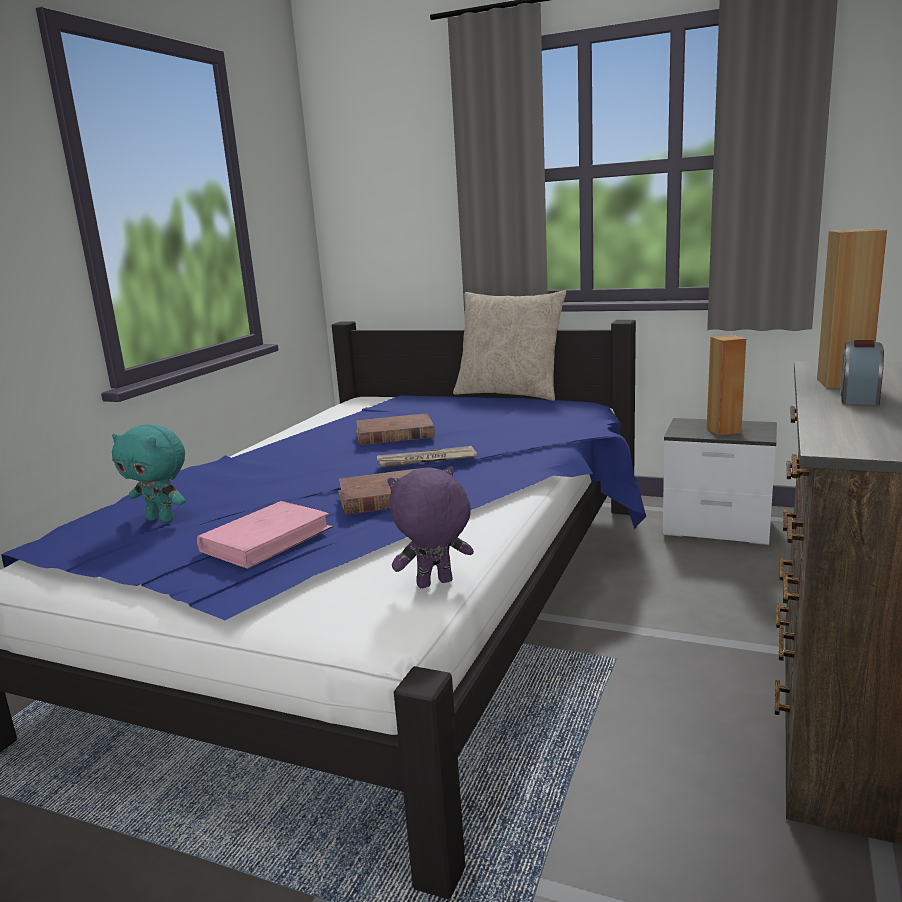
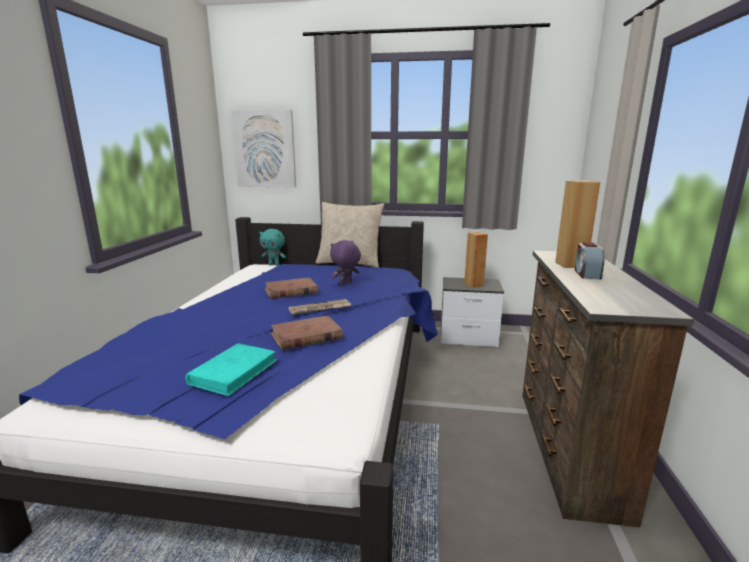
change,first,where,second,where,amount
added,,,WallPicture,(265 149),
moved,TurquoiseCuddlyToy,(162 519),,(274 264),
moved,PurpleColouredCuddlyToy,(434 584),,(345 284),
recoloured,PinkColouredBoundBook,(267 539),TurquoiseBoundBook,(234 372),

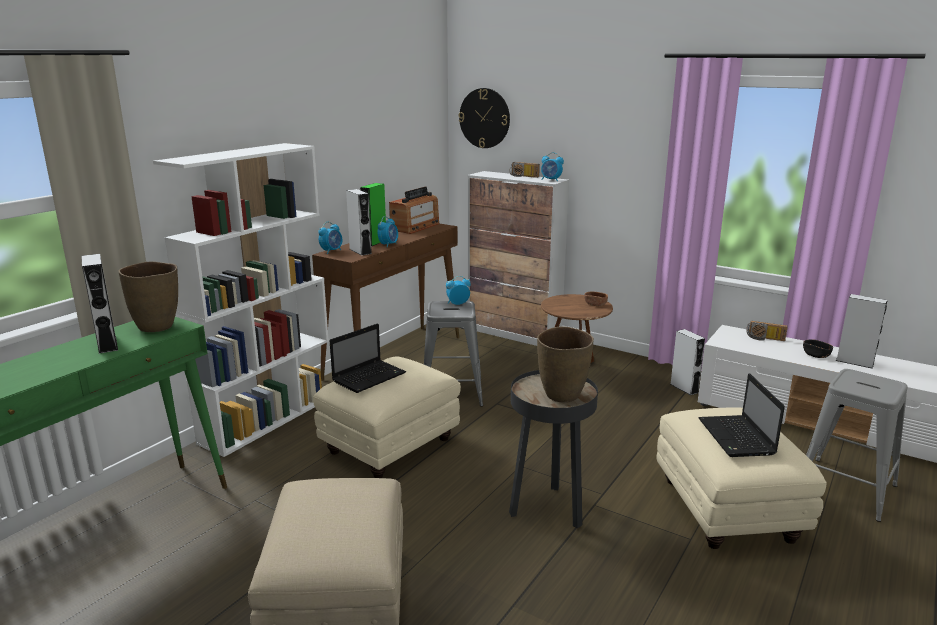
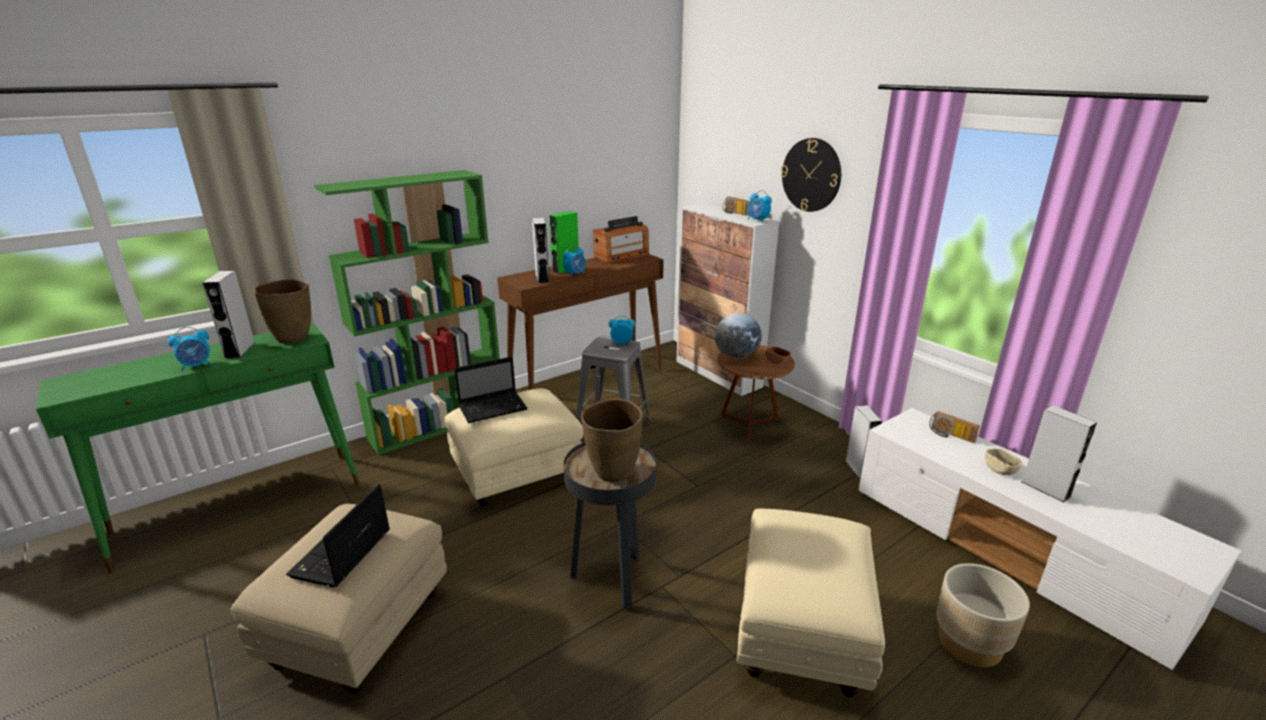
change,first,where,second,where,amount
added,,,DeskGlobe,(736 356),
moved,AlarmClock,(331 251),,(197 366),
moved,ClockOnTheWall,(484 118),,(811 175),
moved,Laptop,(737 438),,(341 555),
replaced,GrayStoolSeat,(845 488),BeigePlantPot,(970 643),
recoloured,WhitishBookshelf,(269 418),GreenBookshelf,(438 424),
recoloured,BlackServingBowl,(816 355),BeigeServingBowl,(1000 469),

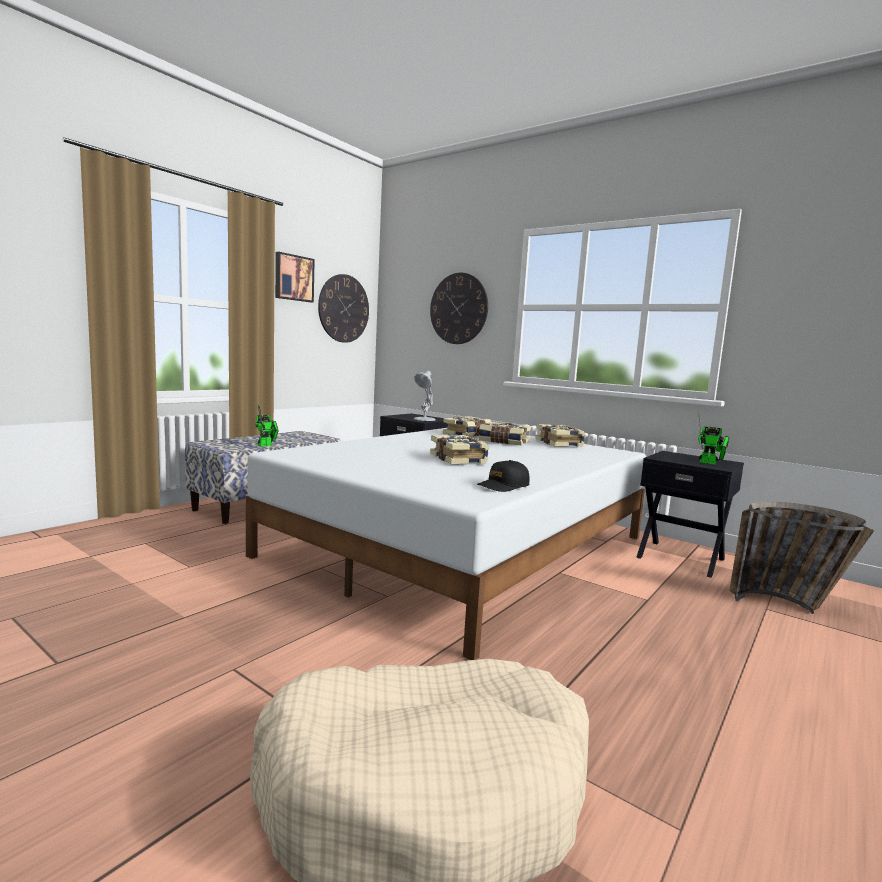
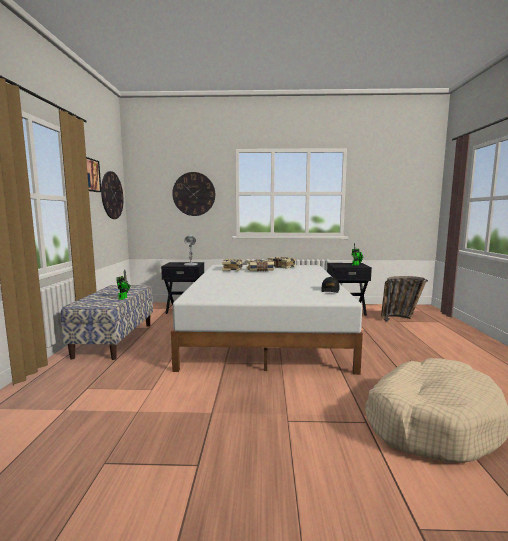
change,first,where,second,where,amount
removed,BoundBook,(459 459),,,

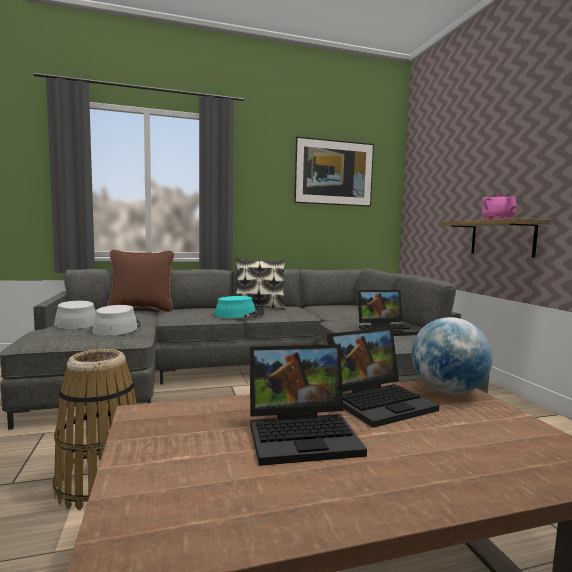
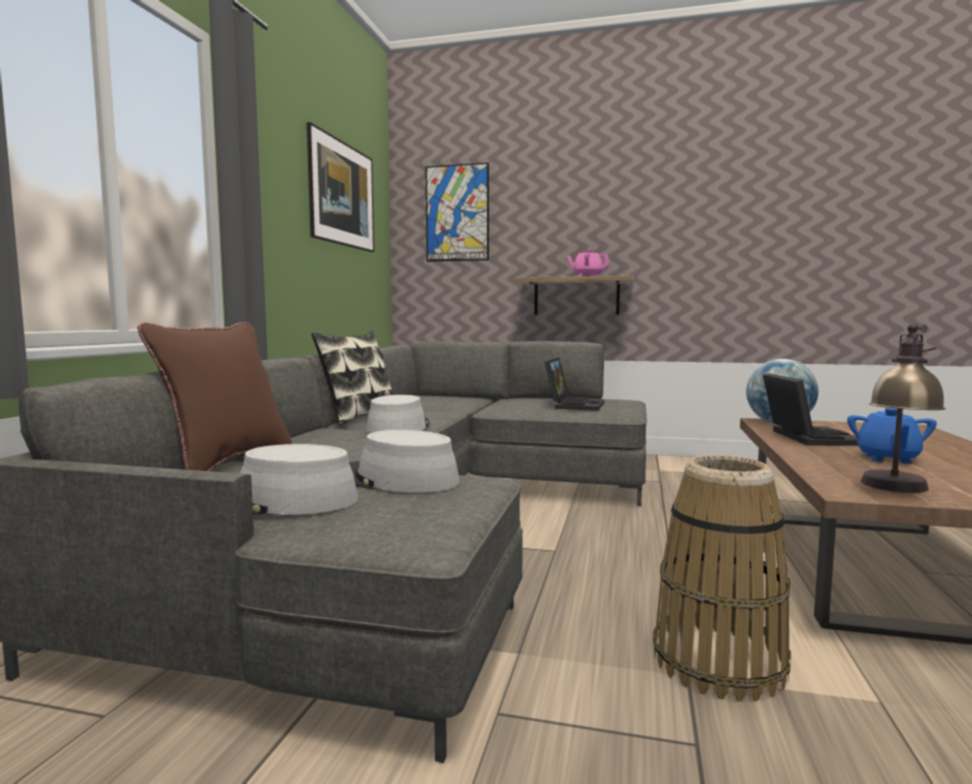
change,first,where,second,where,amount
added,,,WallPicture,(457 213),
added,,,TabletopLamp,(896 490),
replaced,Laptop,(304 434),BlueColouredTeapot,(887 458),
recoloured,TurquoiseClothingHat,(239 314),GrayClothingHat,(398 427),

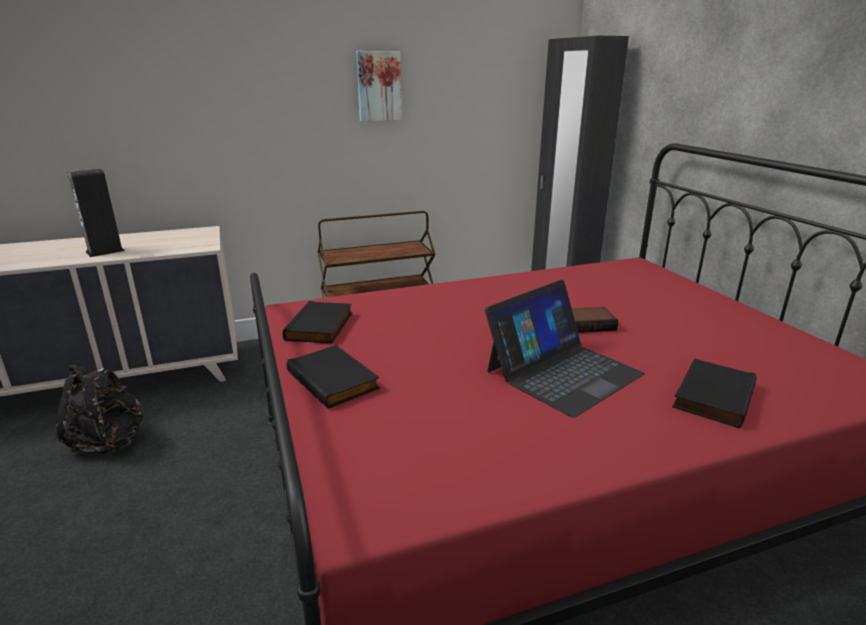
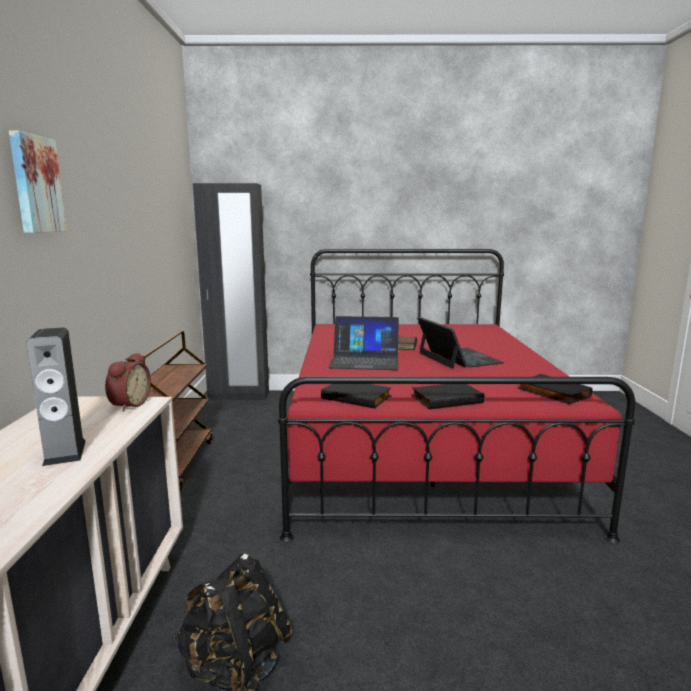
change,first,where,second,where,amount
added,,,AlarmClock,(128 404),
added,,,Laptop,(364 360),
moved,WallPicture,(378 86),,(35 184),
moved,BlackBoundBook,(711 395),,(552 392),

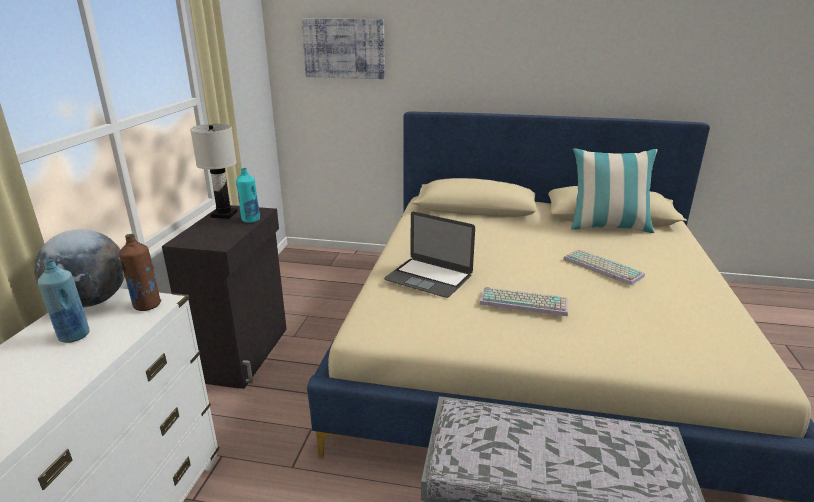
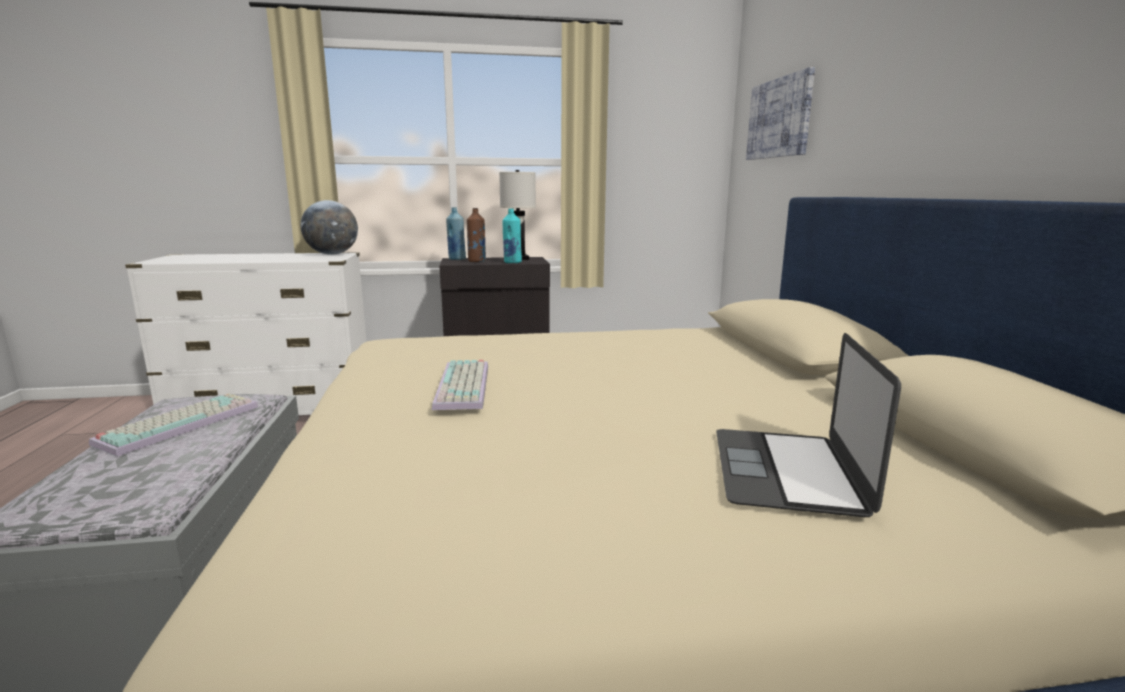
change,first,where,second,where,amount
removed,Pillow,(608 227),,,
moved,BlueColouredBottle,(73 336),,(457 259),
moved,BrownColouredBottle,(147 305),,(477 261),
moved,Laptop,(428 277),,(787 470),
moved,ComputerKeyboard,(600 267),,(181 423),

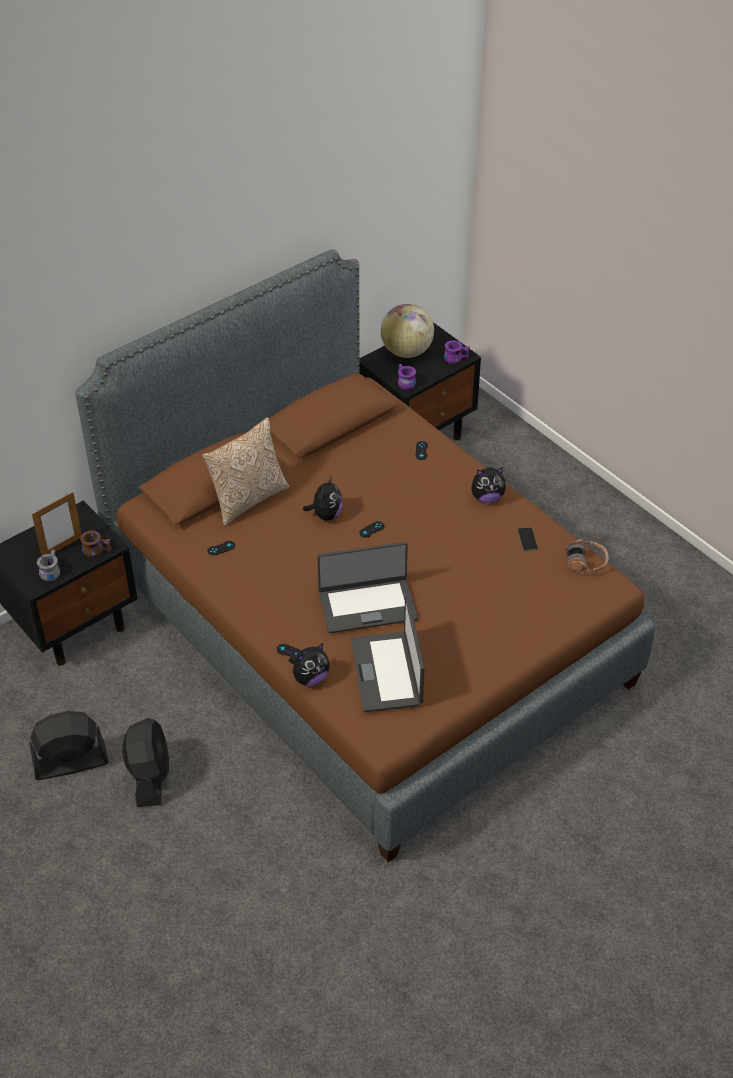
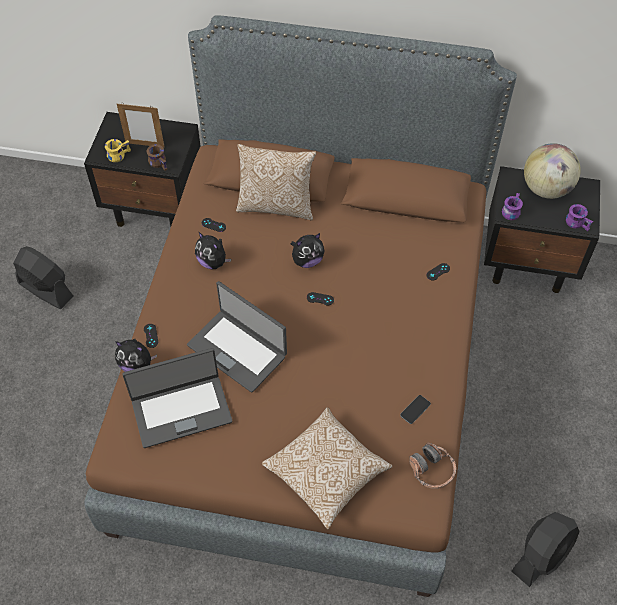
change,first,where,second,where,amount
added,,,Pillow,(326 473),
moved,BlackFan,(149 776),,(541 554),
moved,CuddlyToy,(487 497),,(213 262),
recoloured,GrayCoffeeMug,(49 571),YellowishCoffeeMug,(118 154),
turned,Laptop,(387 672),,(181 410),150 degrees counterclockwise

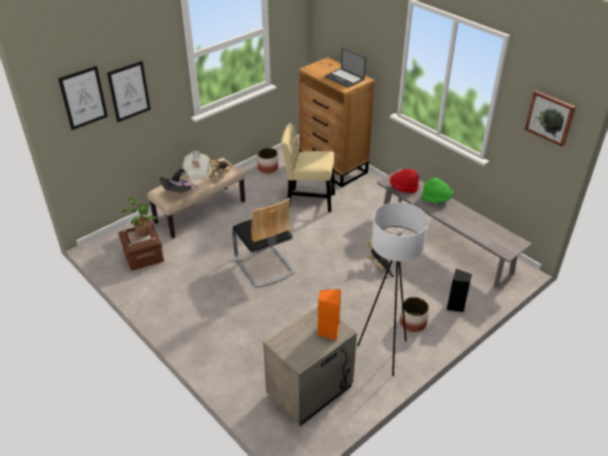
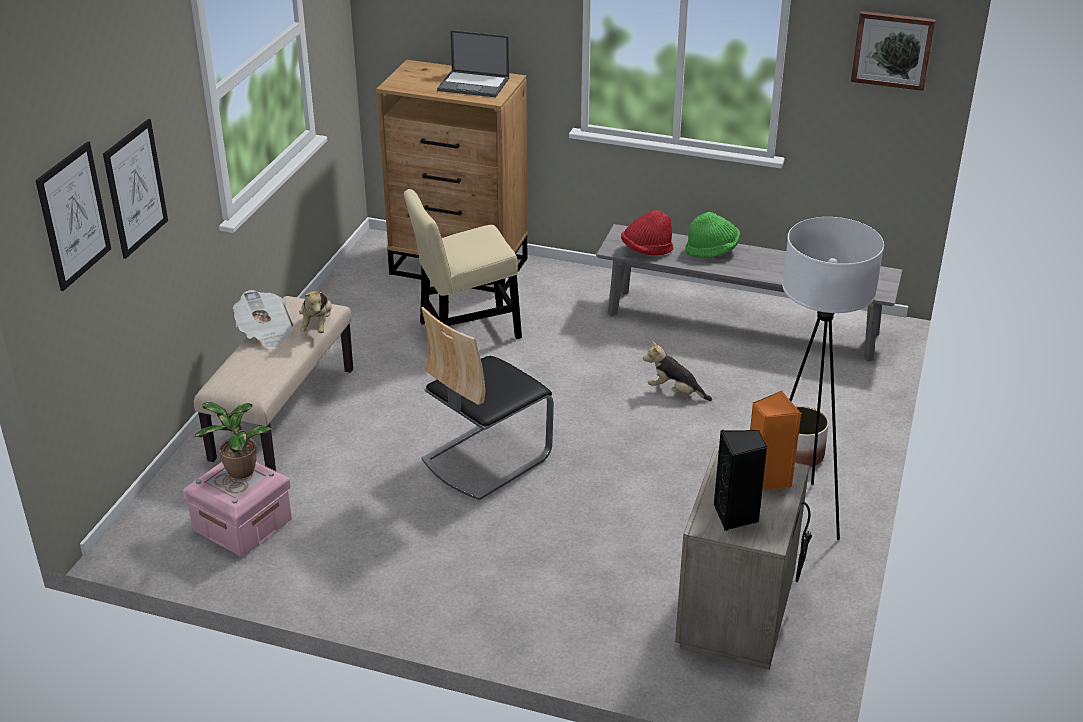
change,first,where,second,where,amount
removed,BlackClothingHat,(178 193),,,
removed,PlantPot,(268 168),,,
moved,BlackAudioSpeaker,(456 306),,(736 516),
recoloured,BrownColouredStorageBox,(143 256),PinkColouredStorageBox,(242 524),
turned,UprightChair,(264 265),,(485 458),105 degrees clockwise

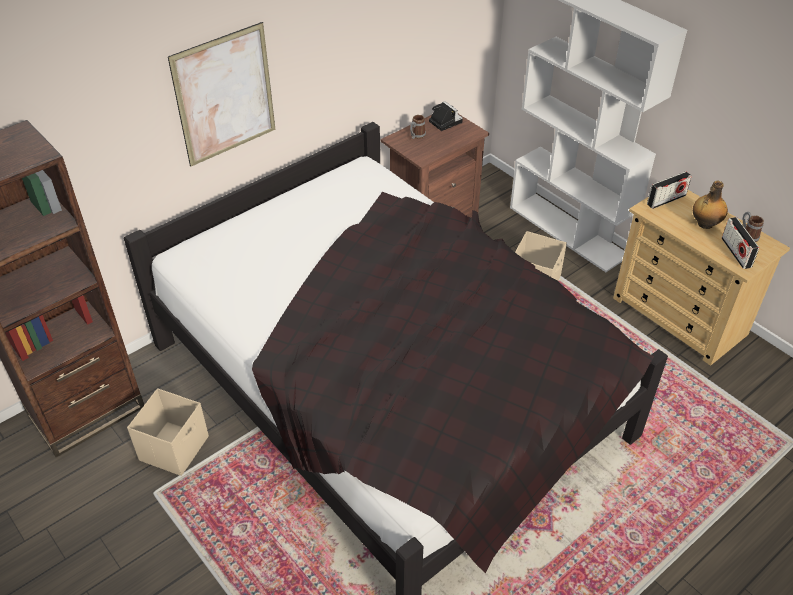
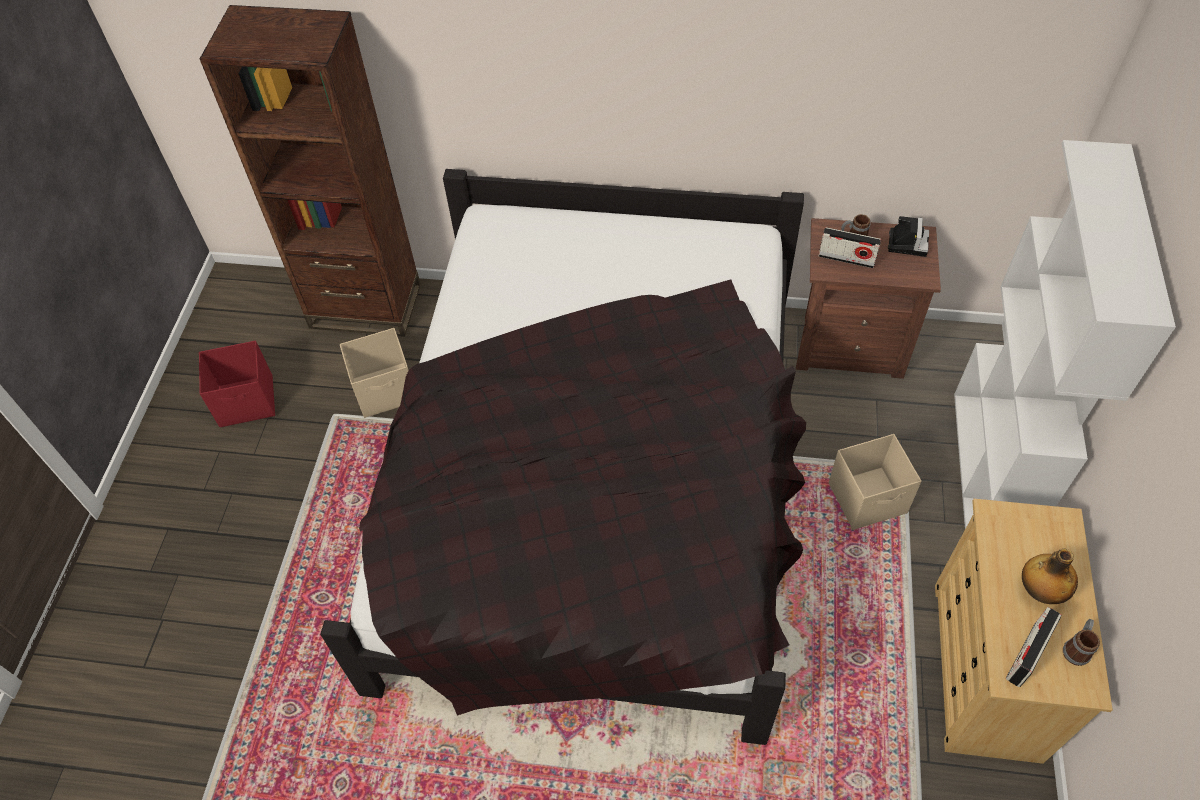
change,first,where,second,where,amount
removed,WallPicture,(225 95),,,
added,,,RedStorageBox,(247 401),
moved,RadioSet,(666 200),,(846 258),

